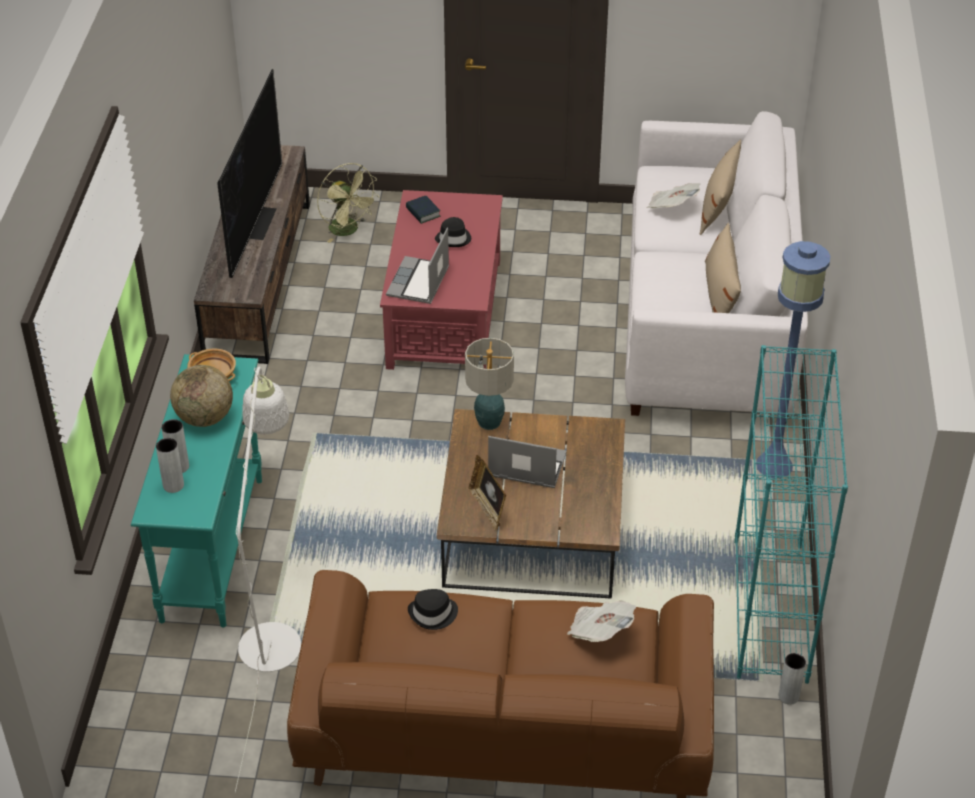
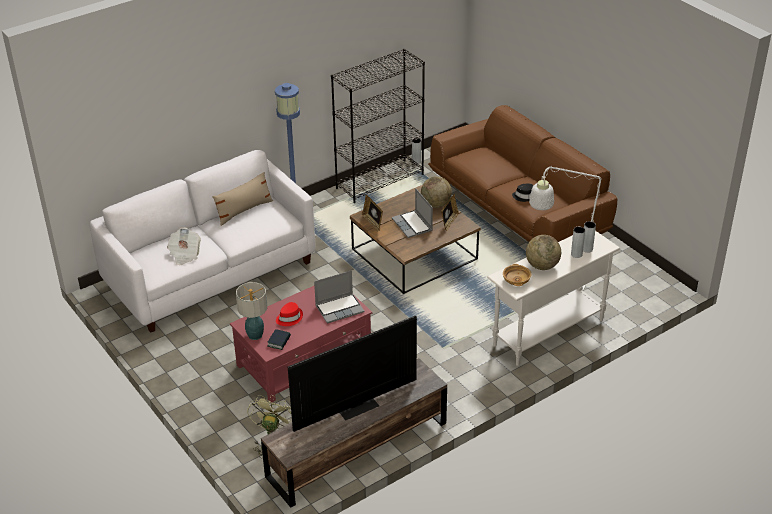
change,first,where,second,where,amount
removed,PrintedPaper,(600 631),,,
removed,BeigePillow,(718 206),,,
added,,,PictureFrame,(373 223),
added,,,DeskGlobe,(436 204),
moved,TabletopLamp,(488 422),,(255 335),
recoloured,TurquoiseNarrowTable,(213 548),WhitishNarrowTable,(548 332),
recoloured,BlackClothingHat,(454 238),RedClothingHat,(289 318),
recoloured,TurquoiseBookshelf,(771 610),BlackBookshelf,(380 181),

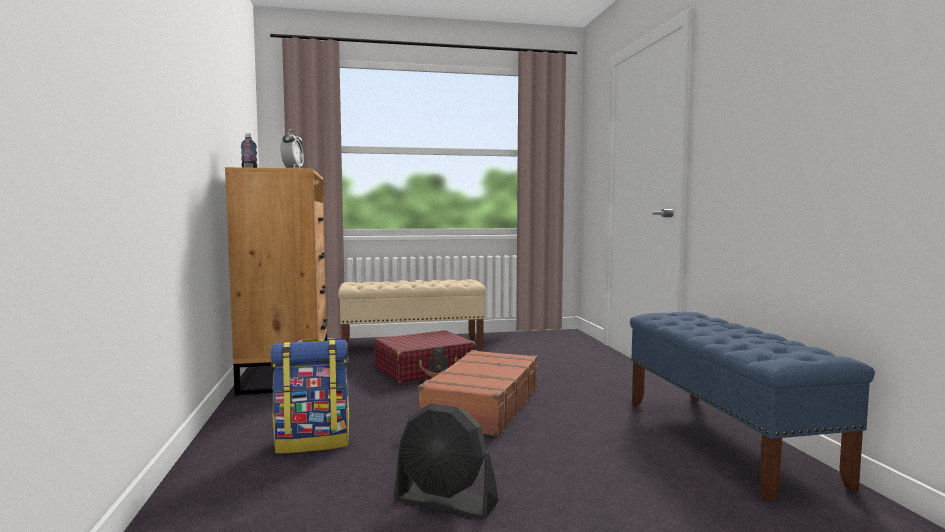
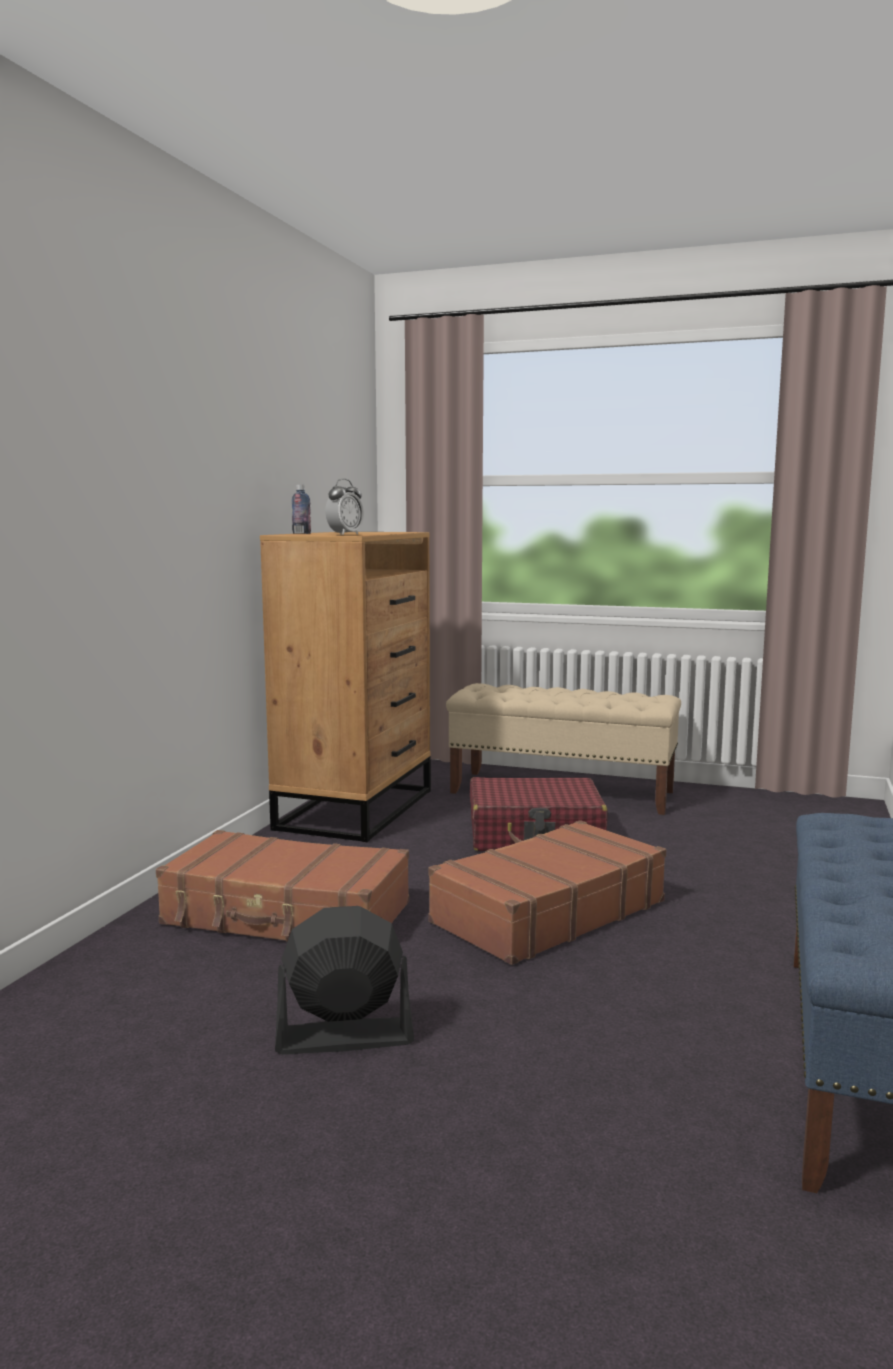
change,first,where,second,where,amount
replaced,Knapsack,(313 442),BrownColouredPieceOfLuggage,(287 915),
turned,BlackFan,(445 501),,(344 1036),120 degrees clockwise

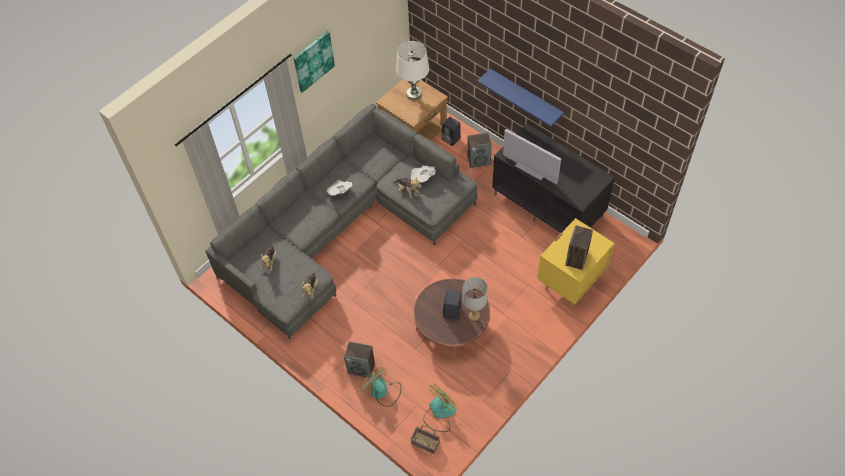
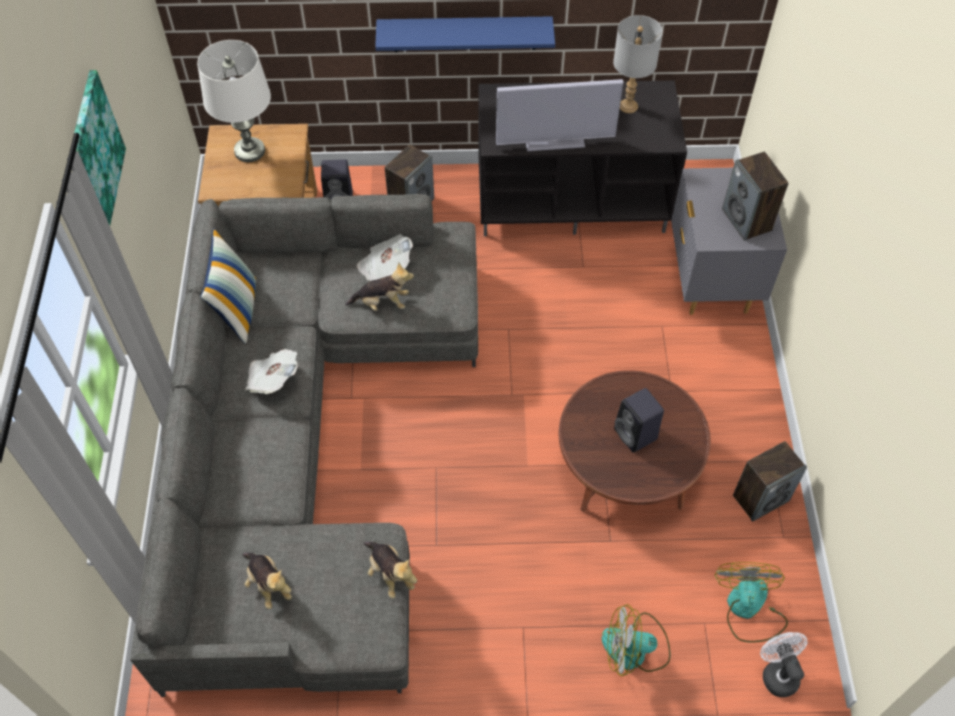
change,first,where,second,where,amount
added,,,Pillow,(237 309),
moved,AudioSpeaker,(361 368),,(760 498),
moved,GrayTabletopLamp,(474 315),,(628 106),
replaced,StorageBasket,(424 443),WhitishFan,(777 673),
recoloured,YellowishBedsideTable,(570 283),GrayBedsideTable,(711 283),

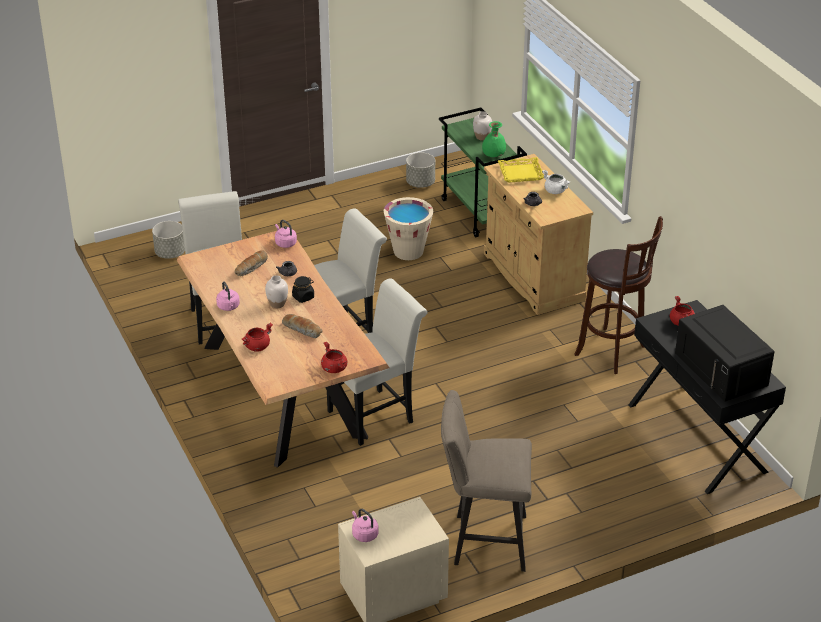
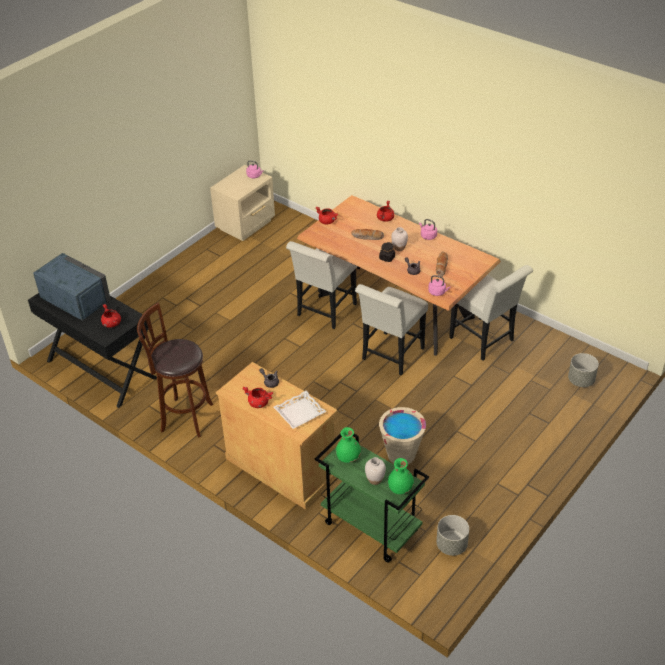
change,first,where,second,where,amount
removed,BeigeStoolSeat,(483 541),,,
added,,,GreenDecorativeVase,(400 488),
recoloured,YellowishTray,(521 173),WhitishTray,(300 413),
recoloured,WhitishSaucepot,(555 191),RedSaucepot,(258 403),
recoloured,BlackMicrowaveOven,(722 369),BlueColouredMicrowaveOven,(74 298),

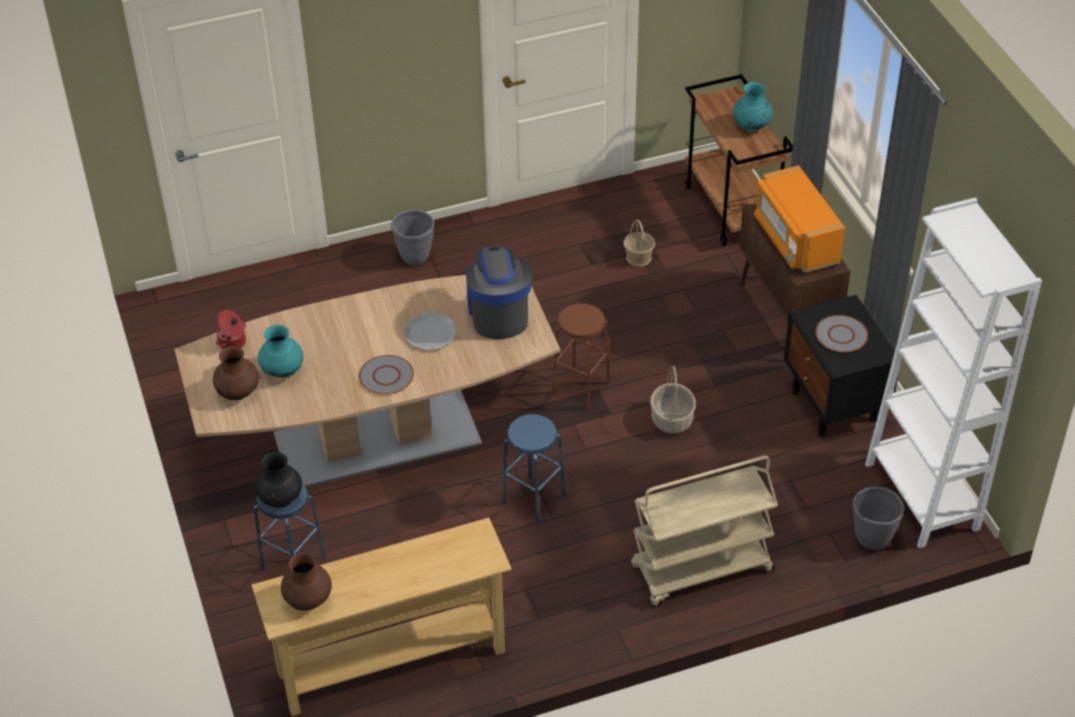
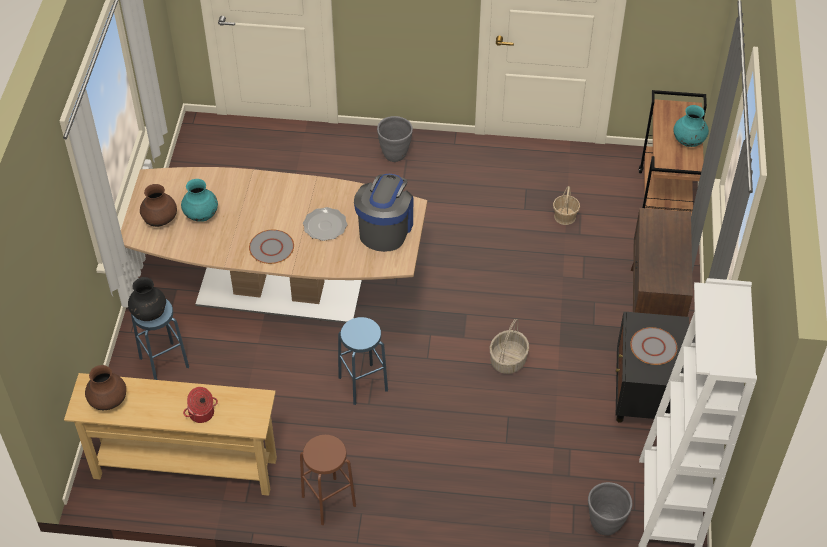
change,first,where,second,where,amount
removed,BeigeTrolley,(701 570),,,
removed,OrangeyMicrowaveOven,(795 239),,,
moved,Saucepot,(233 343),,(202 414),
moved,BrownColouredStoolSeat,(581 388),,(329 501),

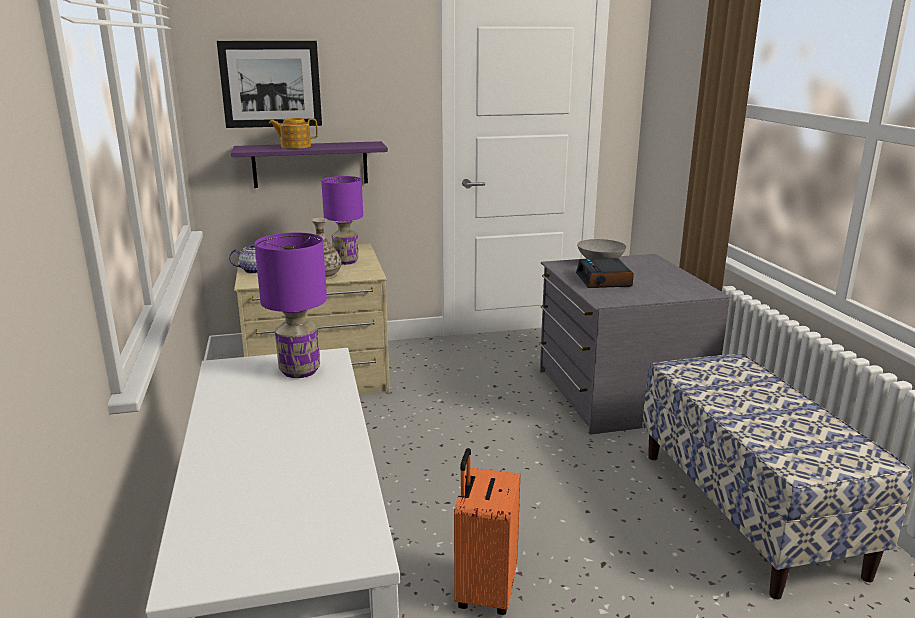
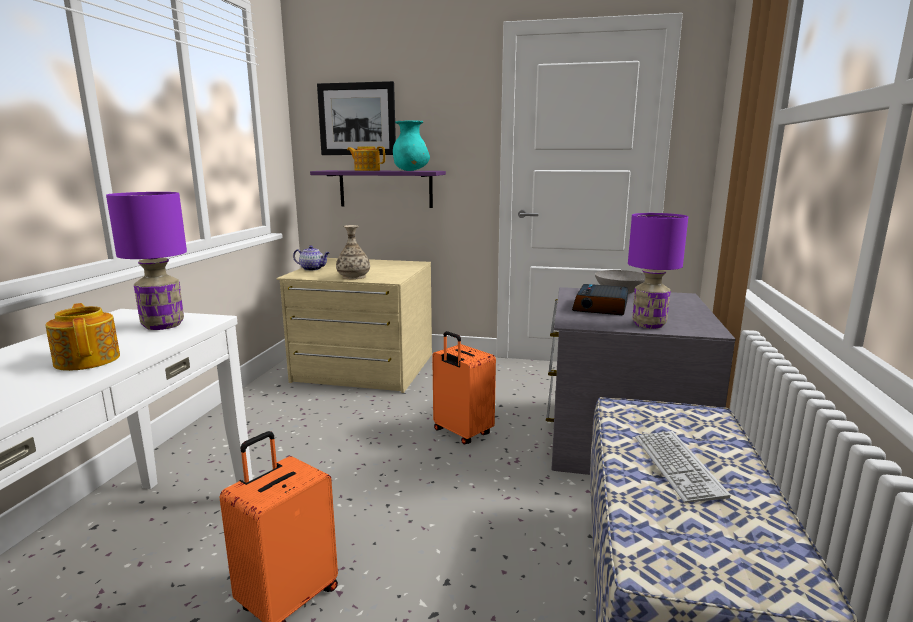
change,first,where,second,where,amount
added,,,Teapot,(88 359),
added,,,TurquoiseDecorativeVase,(410 170),
added,,,OrangeyPieceOfLuggage,(461 433),
added,,,ComputerKeyboard,(677 466),
moved,PurpleColouredTabletopLamp,(346 261),,(649 324),

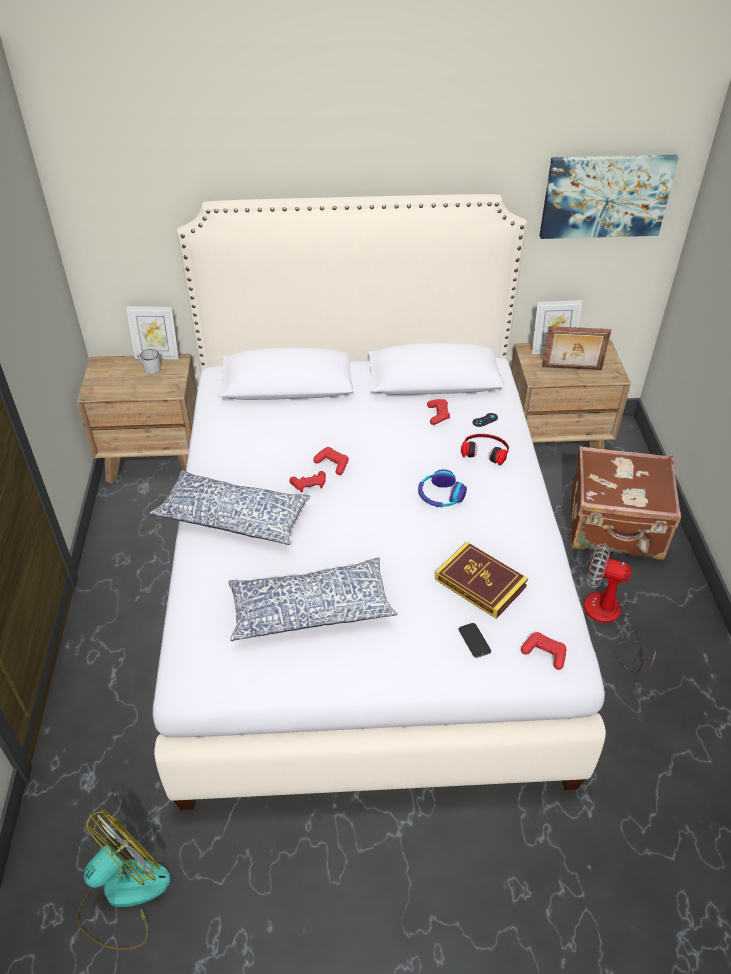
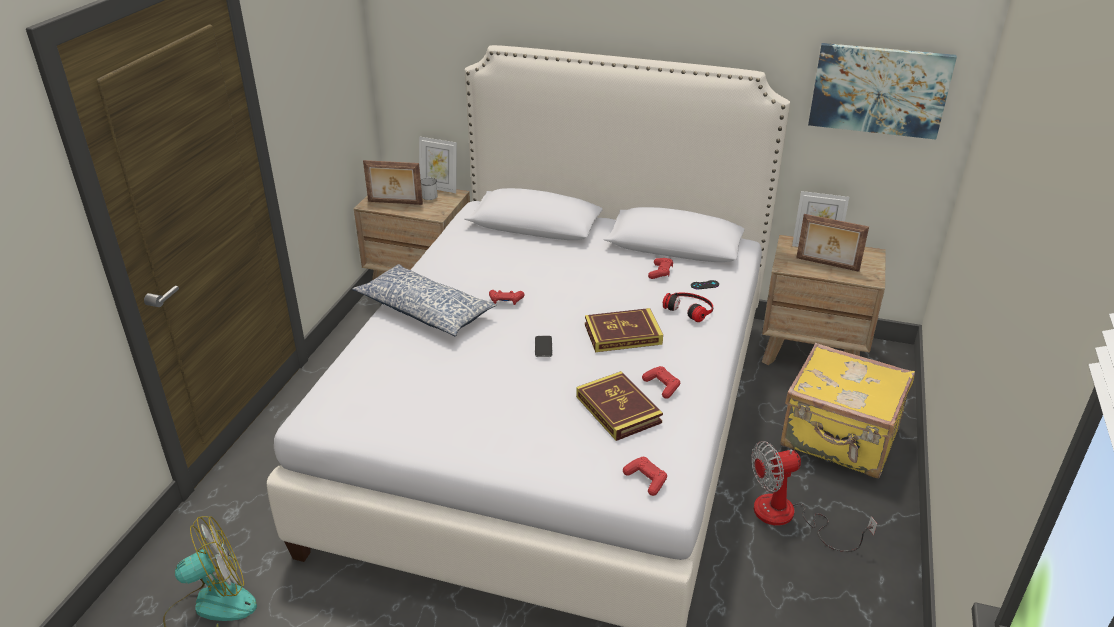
change,first,where,second,where,amount
removed,Pillow,(310 609),,,
added,,,PictureFrame,(395 203),
moved,RedJoypad,(332 464),,(662 386),
moved,Phone,(474 641),,(543 347),
replaced,Headphones,(440 496),BoundBook,(623 334),
recoloured,BrownColouredPieceOfLuggage,(615 528),YellowishPieceOfLuggage,(840 439),
turned,Fan,(608 619),,(788 517),60 degrees counterclockwise

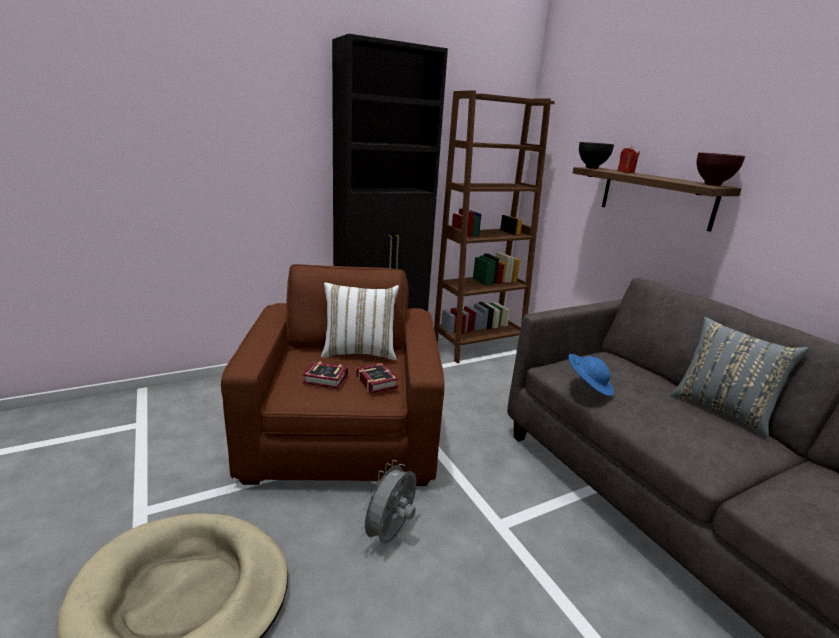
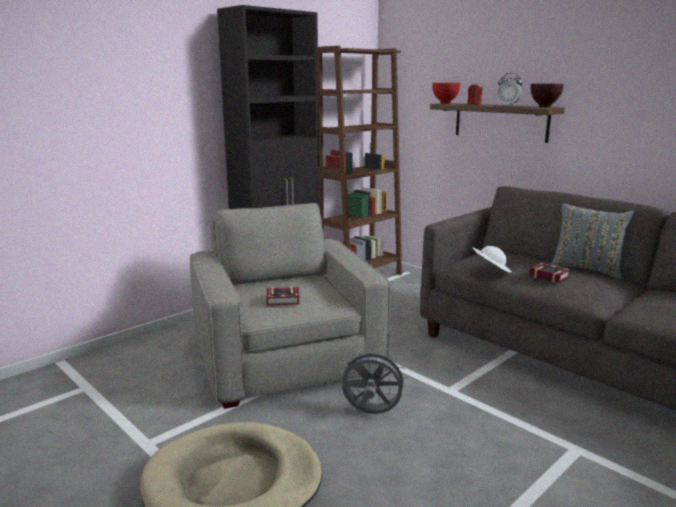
change,first,where,second,where,amount
removed,WhitishPillow,(359 352),,,
added,,,AlarmClock,(508 105),
moved,BoundBook,(377 380),,(548 276),
recoloured,BrownColouredArmchair,(343 434),GrayArmchair,(285 359),
recoloured,BlueColouredClothingHat,(588 386),WhitishClothingHat,(490 270),
recoloured,BlackServingBowl,(592 168),RedServingBowl,(445 103),
turned,GrayFan,(390 535),,(371 413),90 degrees clockwise

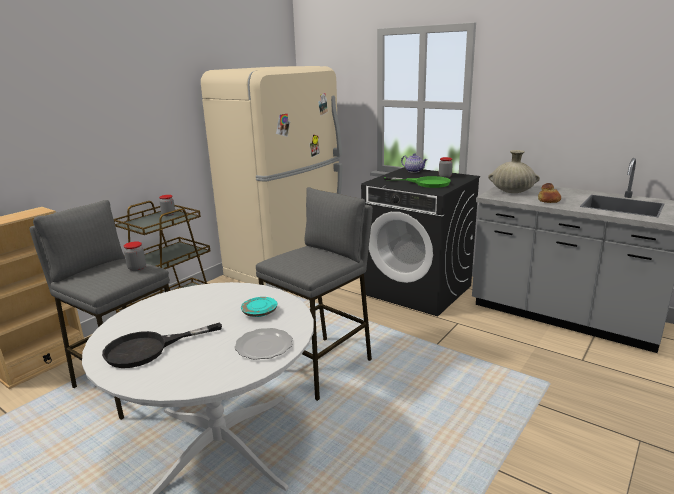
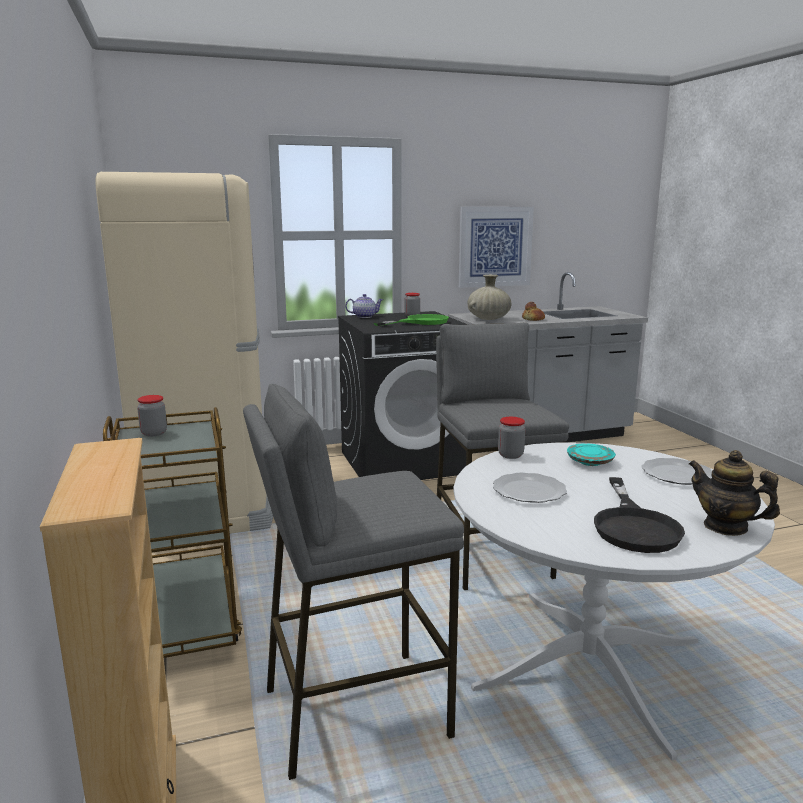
change,first,where,second,where,amount
added,,,WallPicture,(495 246),
added,,,FlatDish,(530 491),
added,,,Teapot,(725 527),
moved,StorageJar,(137 268),,(510 455),

